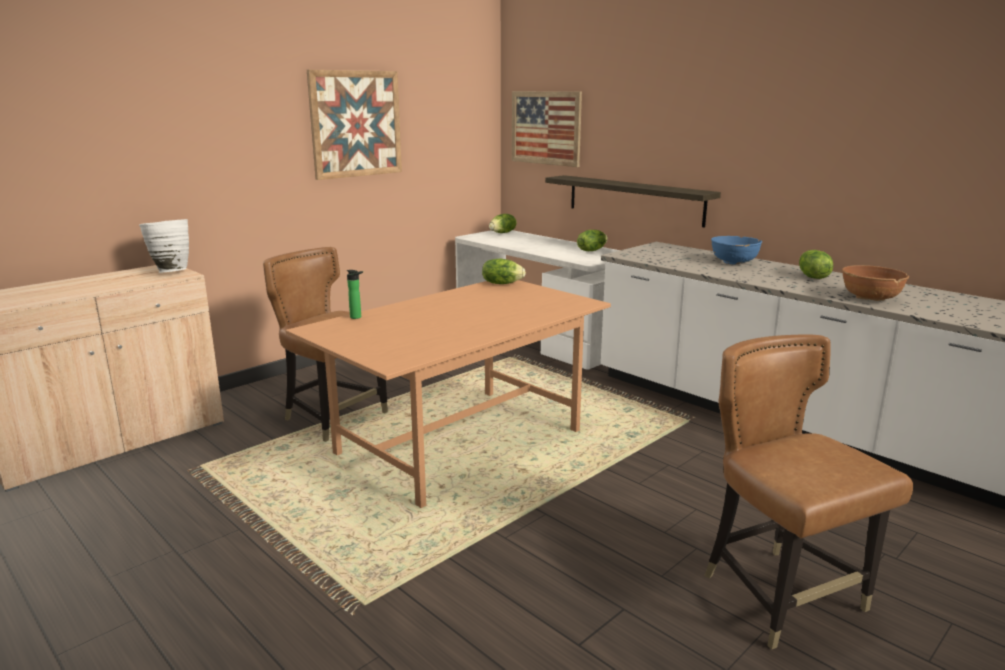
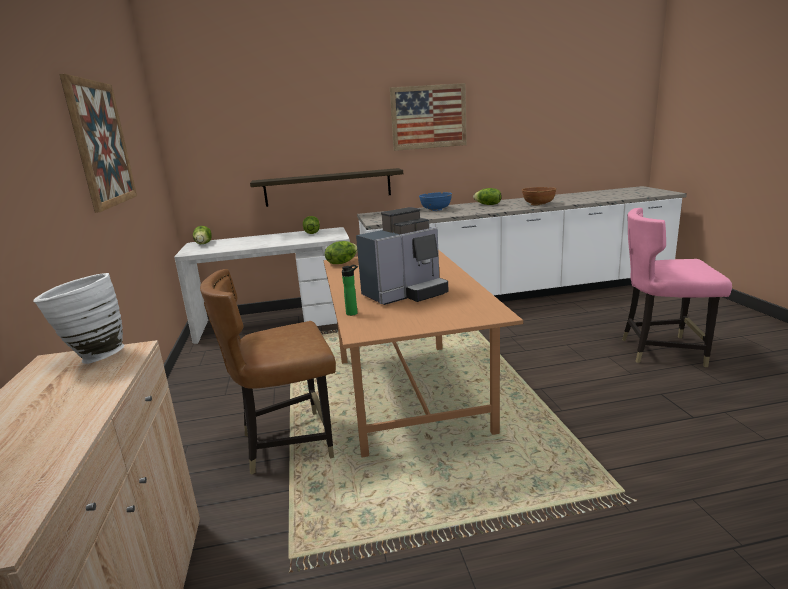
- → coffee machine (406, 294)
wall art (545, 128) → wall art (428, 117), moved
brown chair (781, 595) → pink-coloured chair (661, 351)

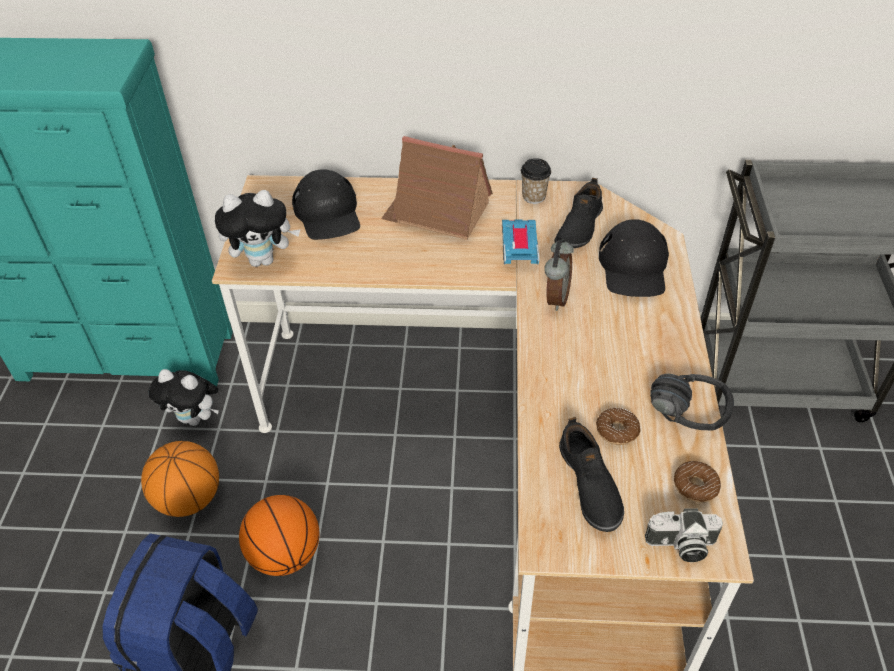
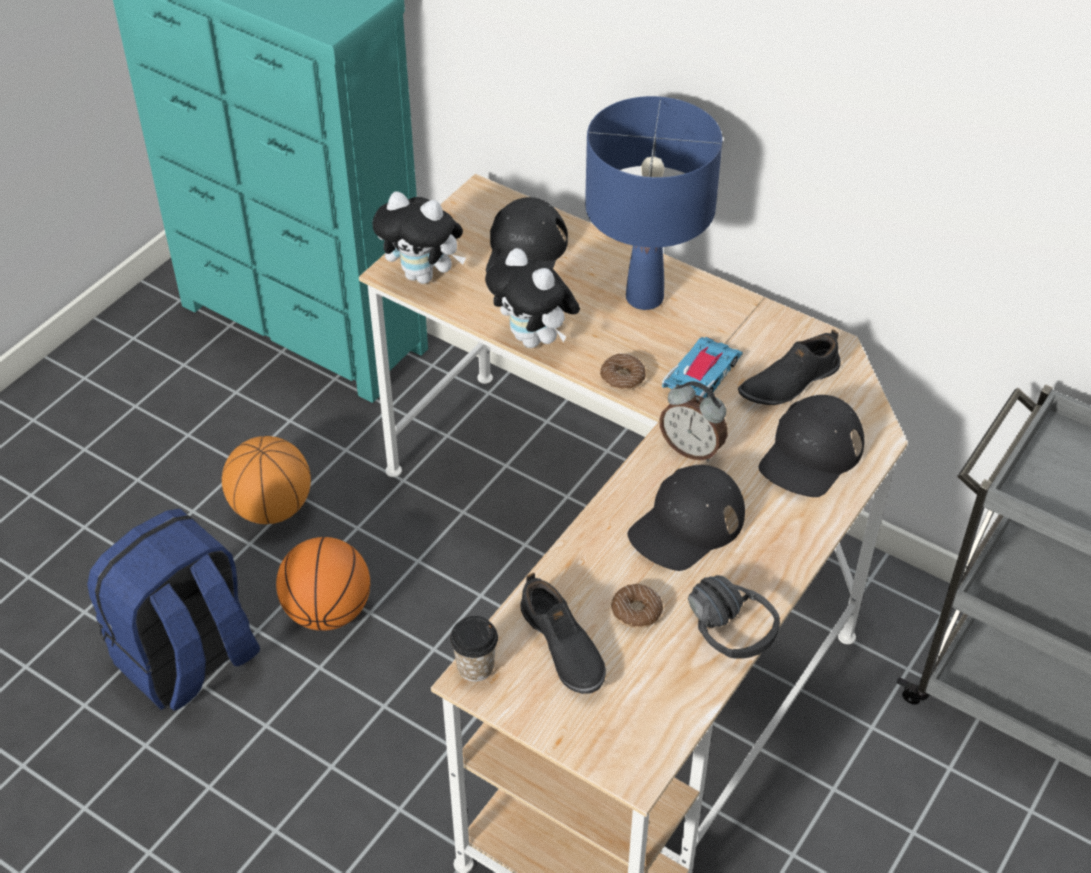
small cup (534, 197) → small cup (475, 667), moved
cuddly toy (195, 418) → cuddly toy (534, 340), moved
black-coloured shoe (588, 485) → black-coloured shoe (561, 647), 45 degrees counterclockwise
miniature house (437, 212) → blue-coloured lamp for a table (644, 298)
donut (695, 486) → donut (622, 378), moved
- → black-coloured baseball cap (687, 525)
alarm clock (555, 298) → alarm clock (692, 449), 75 degrees clockwise
photo camera (680, 546) → -

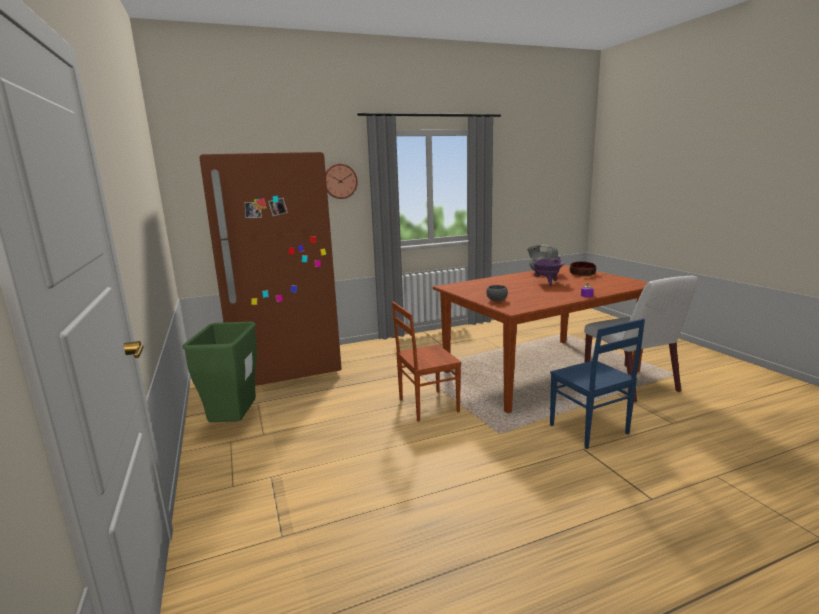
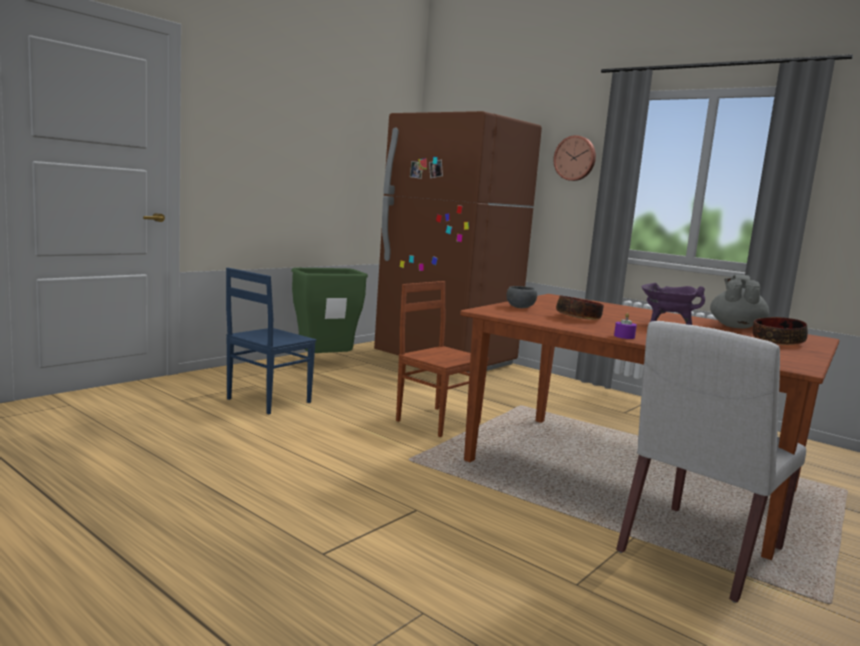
blue-coloured chair (589, 430) → blue-coloured chair (267, 400), moved
- → deep dish (578, 318)

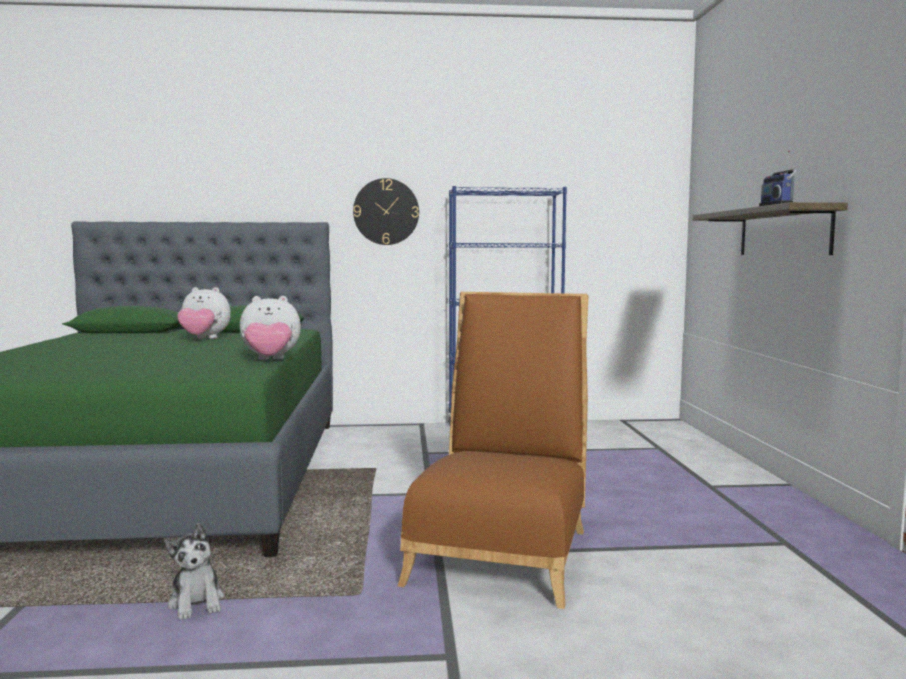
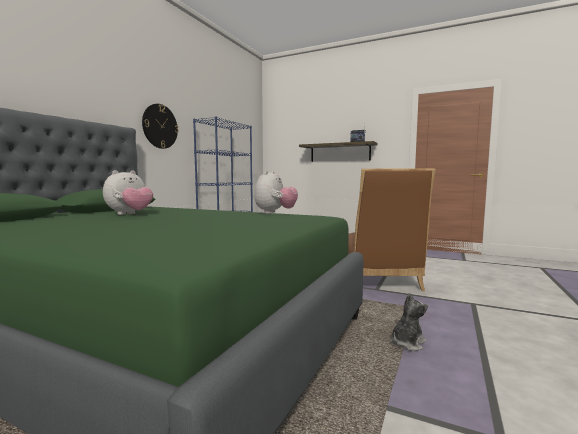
brown chair (502, 550) → brown chair (380, 280), 135 degrees counterclockwise
cuddly toy (197, 603) → cuddly toy (407, 343), 45 degrees counterclockwise

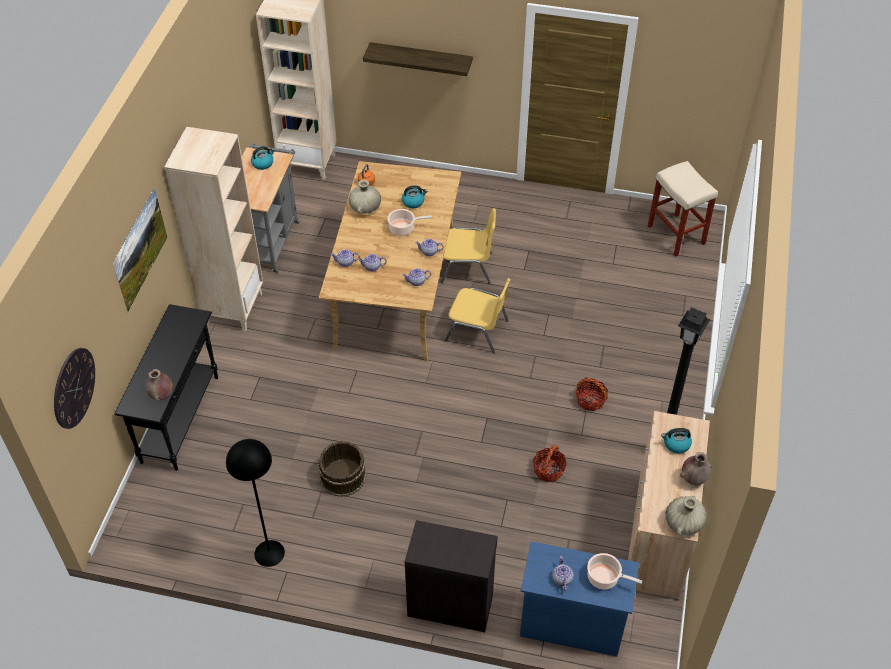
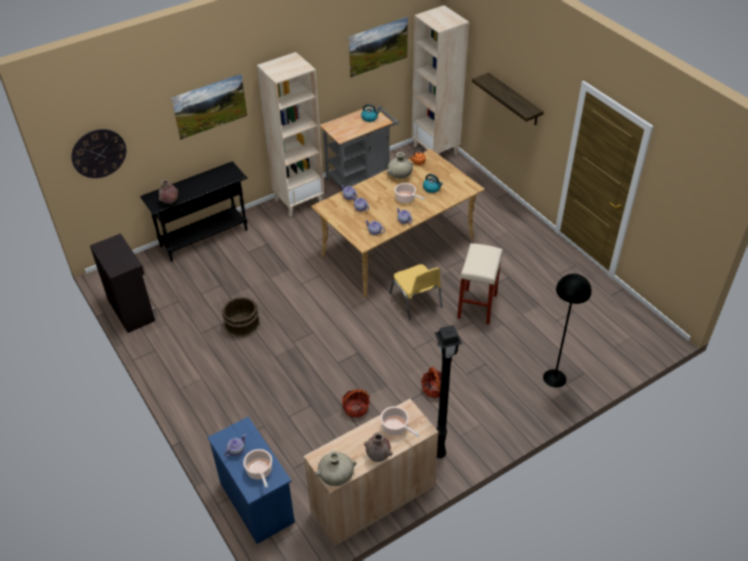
black-coloured cupboard (450, 603) → black-coloured cupboard (132, 309), moved
- → wall art (379, 57)
kettle (676, 444) → saucepot (396, 428)
beige stool seat (677, 235) → beige stool seat (477, 307), moved
black-coloured standard lamp (269, 553) → black-coloured standard lamp (554, 378), moved
yellowish chair (467, 267) → -

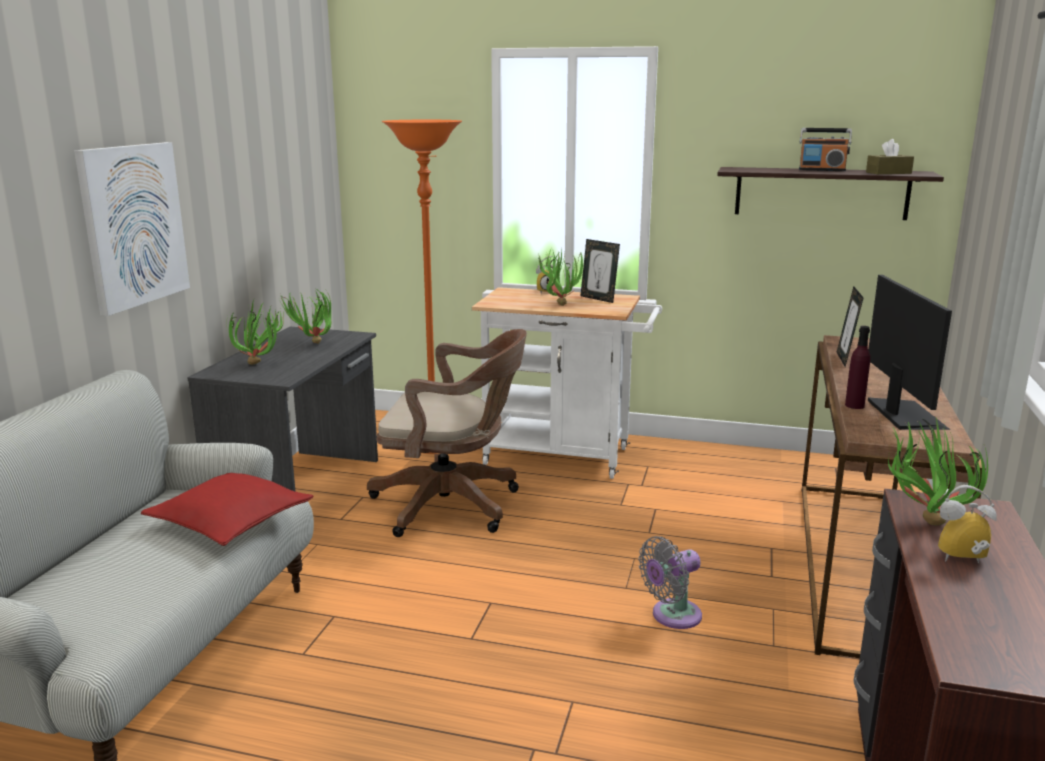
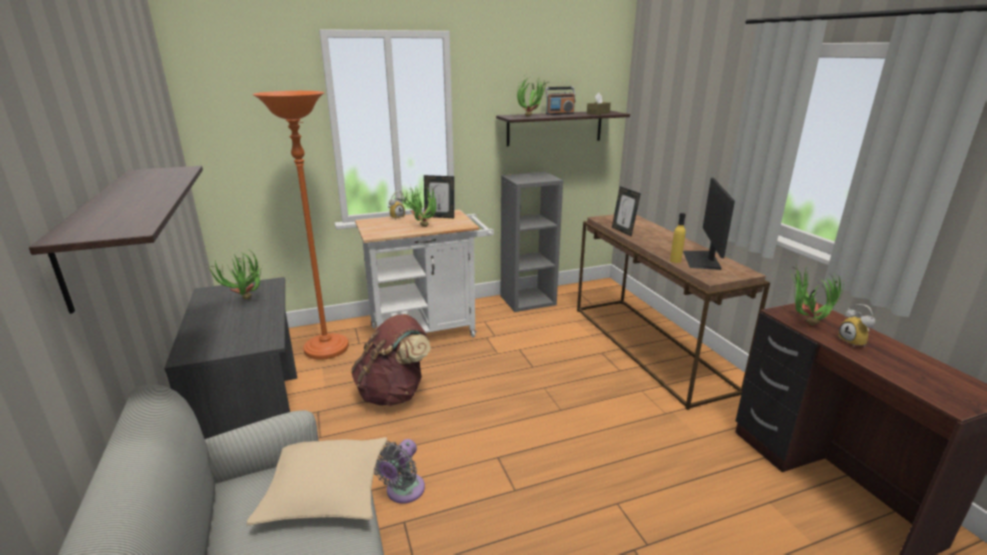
wall art (133, 225) → wall shelf (100, 232)
red-coloured throw pillow (231, 521) → beige throw pillow (326, 490)
brown computer chair (453, 505) → brown rucksack (394, 393)
grey cooling fan (672, 616) → grey cooling fan (403, 491), moved
- → grey bookcase (528, 300)
houseplant (261, 365) → houseplant (532, 116), moved
purple bottle (854, 405) → yellowish bottle (675, 260)
computer display (904, 414) → computer display (702, 260), 135 degrees counterclockwise
alarm clock (963, 561) → alarm clock (855, 343), 75 degrees counterclockwise

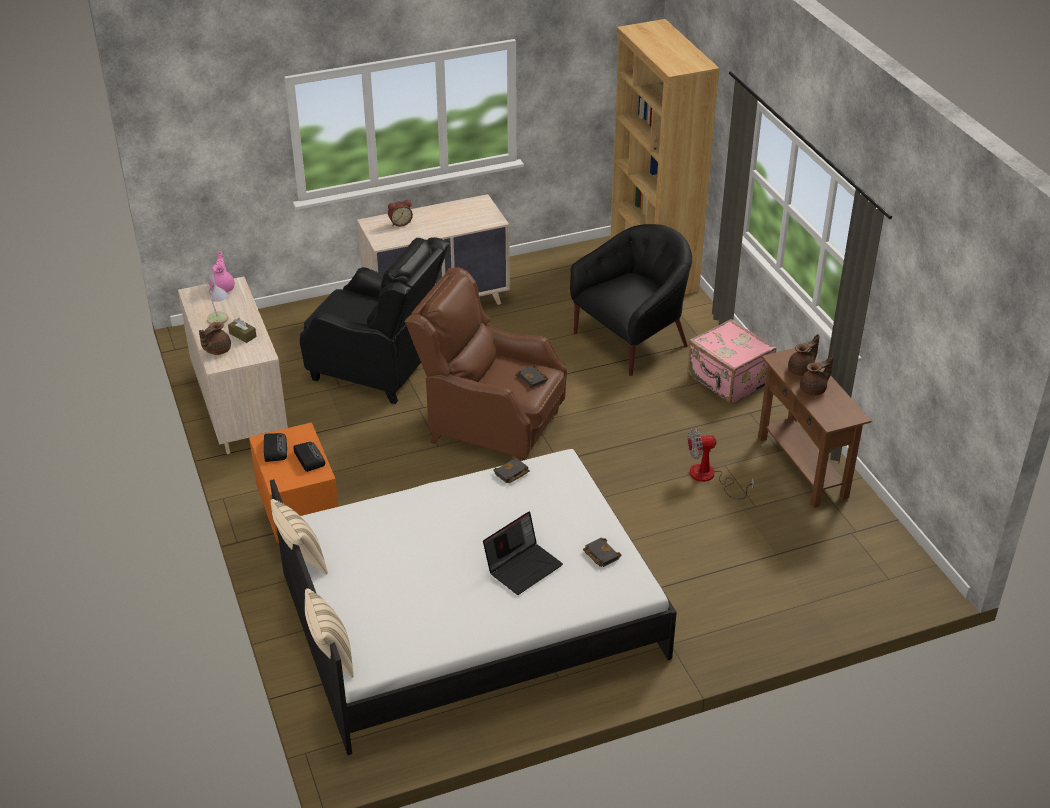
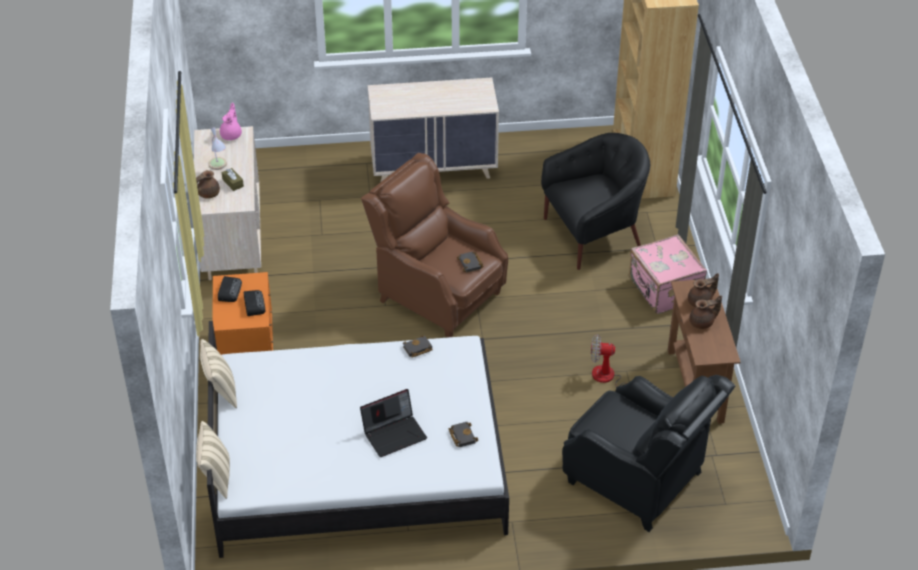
black-coloured lounge chair (378, 367) → black-coloured lounge chair (638, 480), moved
alarm clock (400, 223) → -

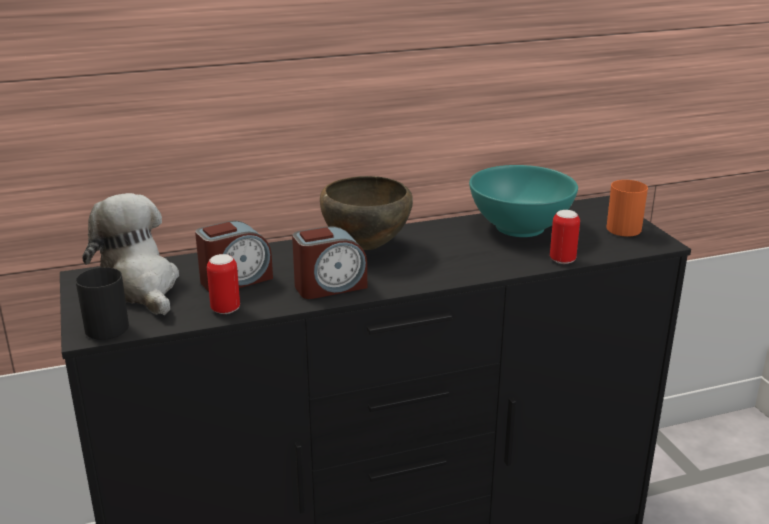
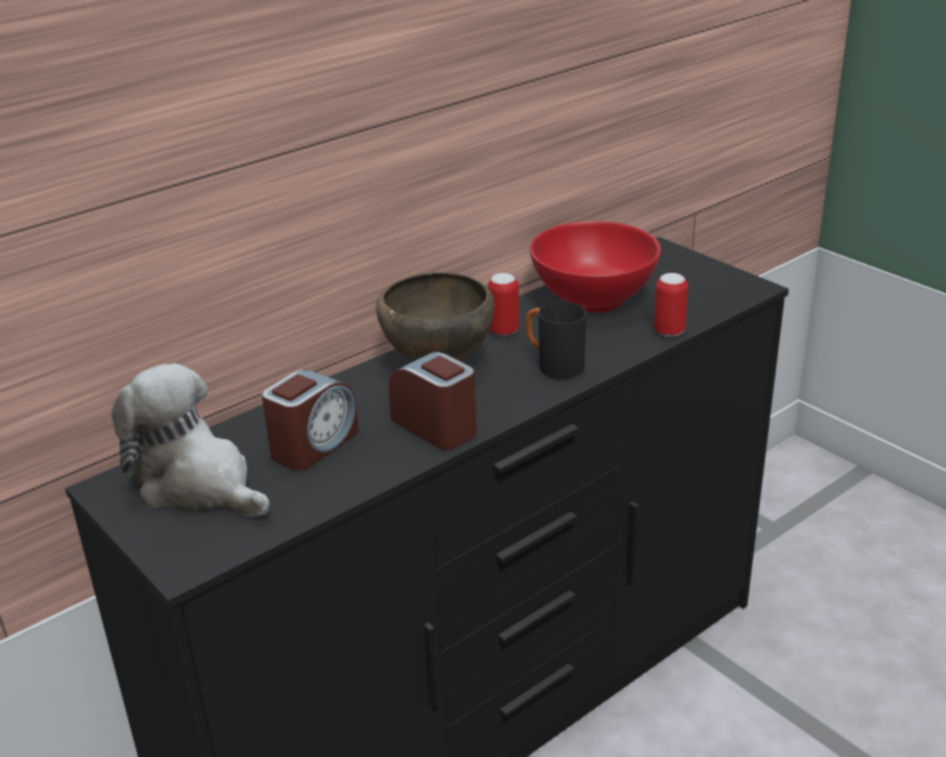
alarm clock (330, 286) → alarm clock (436, 426), 90 degrees counterclockwise
sealed can (225, 309) → sealed can (504, 331), moved
black-coloured coffee mug (104, 325) → black-coloured coffee mug (553, 365), moved
turquoise deep dish (519, 227) → red-coloured deep dish (592, 299)
orange coffee mug (624, 227) → -

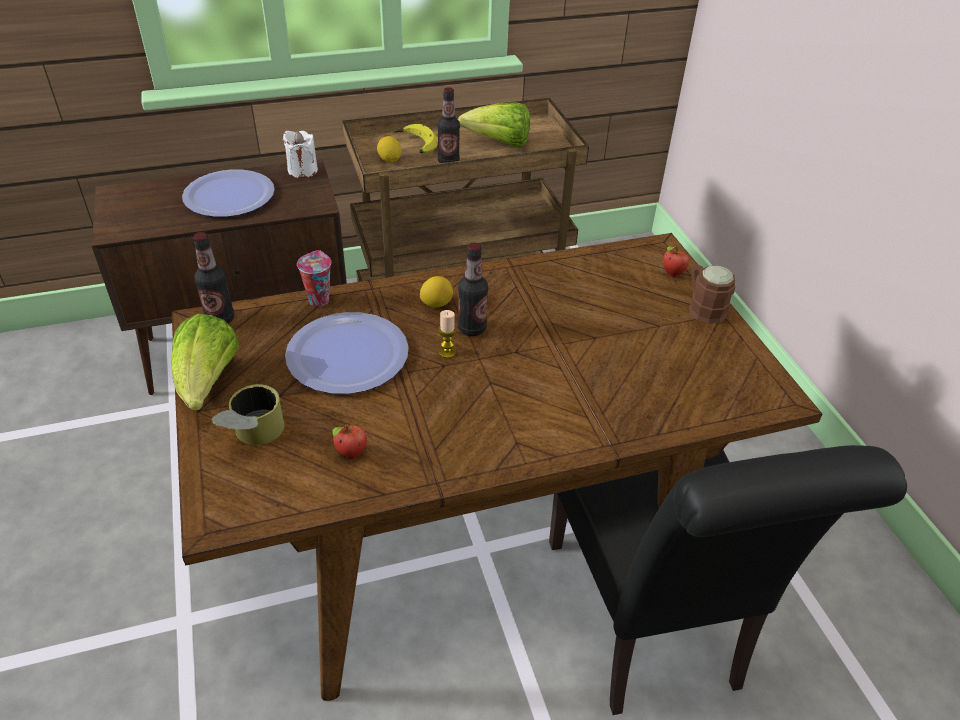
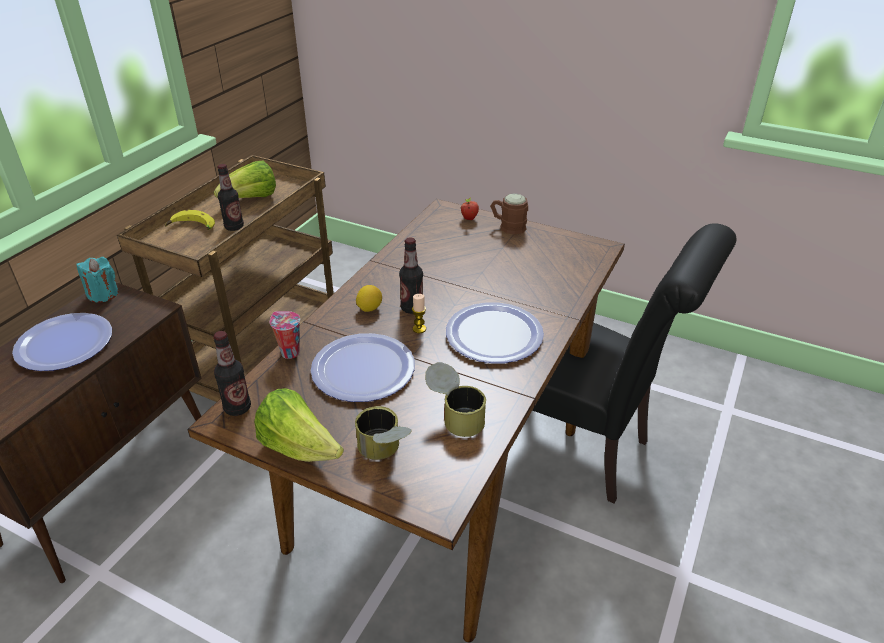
white-coloured wax candle (302, 170) → turquoise wax candle (103, 294)
apple fruit (351, 454) → sealed can (455, 415)
- → plate (494, 334)
whole lemon (389, 160) → -

